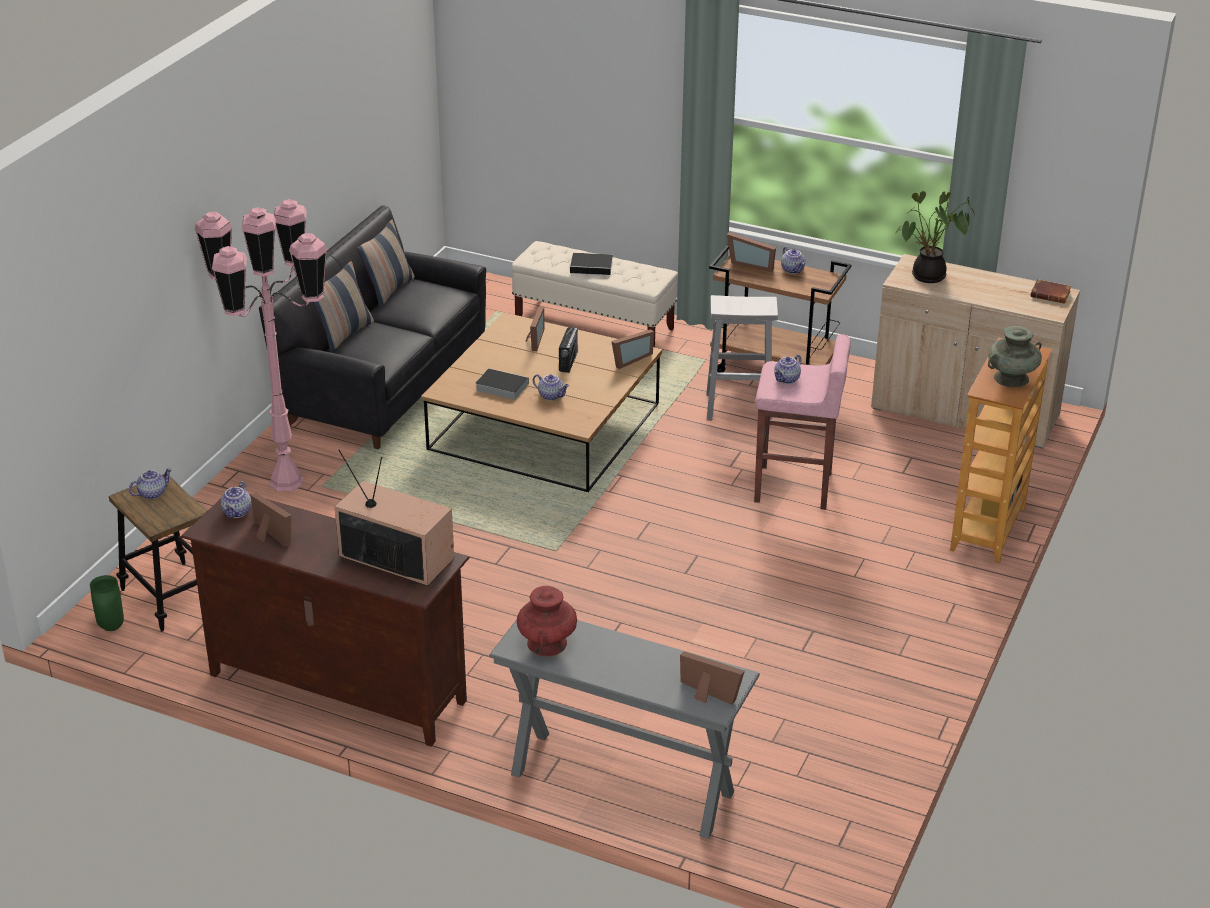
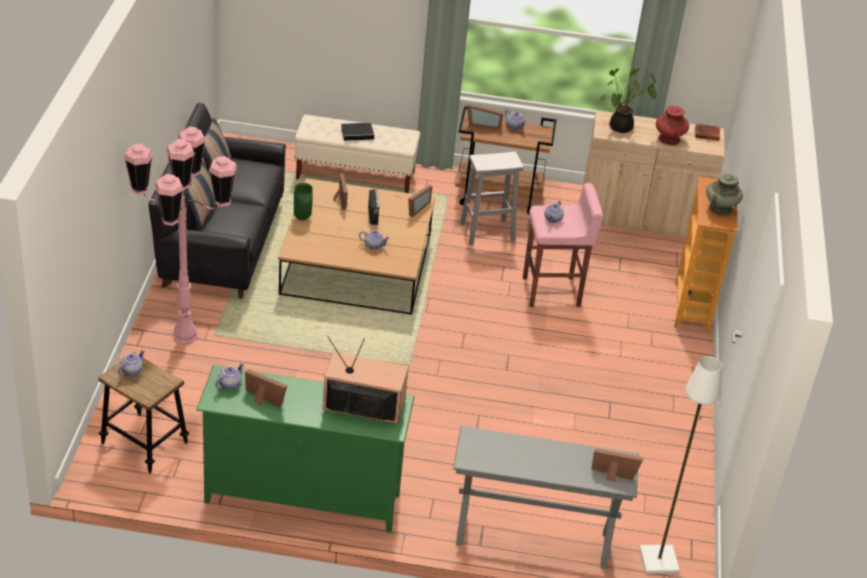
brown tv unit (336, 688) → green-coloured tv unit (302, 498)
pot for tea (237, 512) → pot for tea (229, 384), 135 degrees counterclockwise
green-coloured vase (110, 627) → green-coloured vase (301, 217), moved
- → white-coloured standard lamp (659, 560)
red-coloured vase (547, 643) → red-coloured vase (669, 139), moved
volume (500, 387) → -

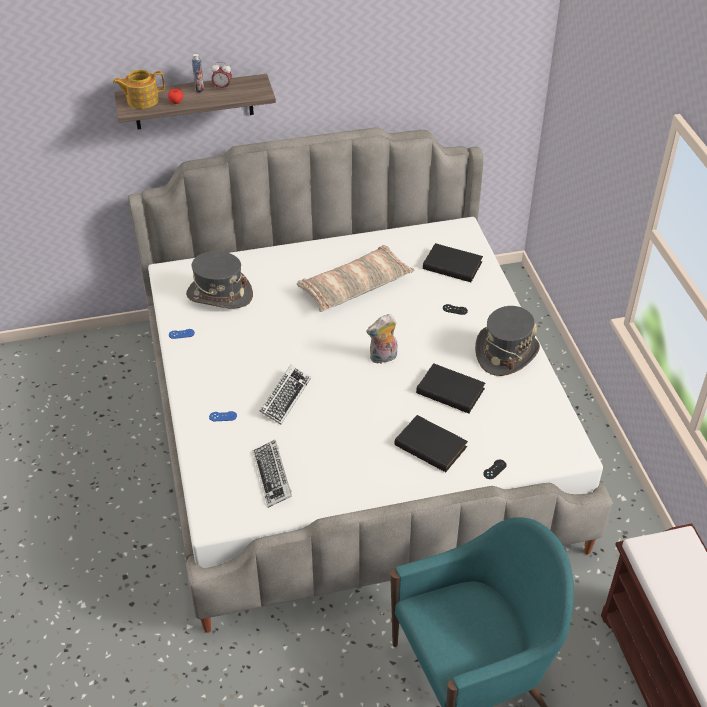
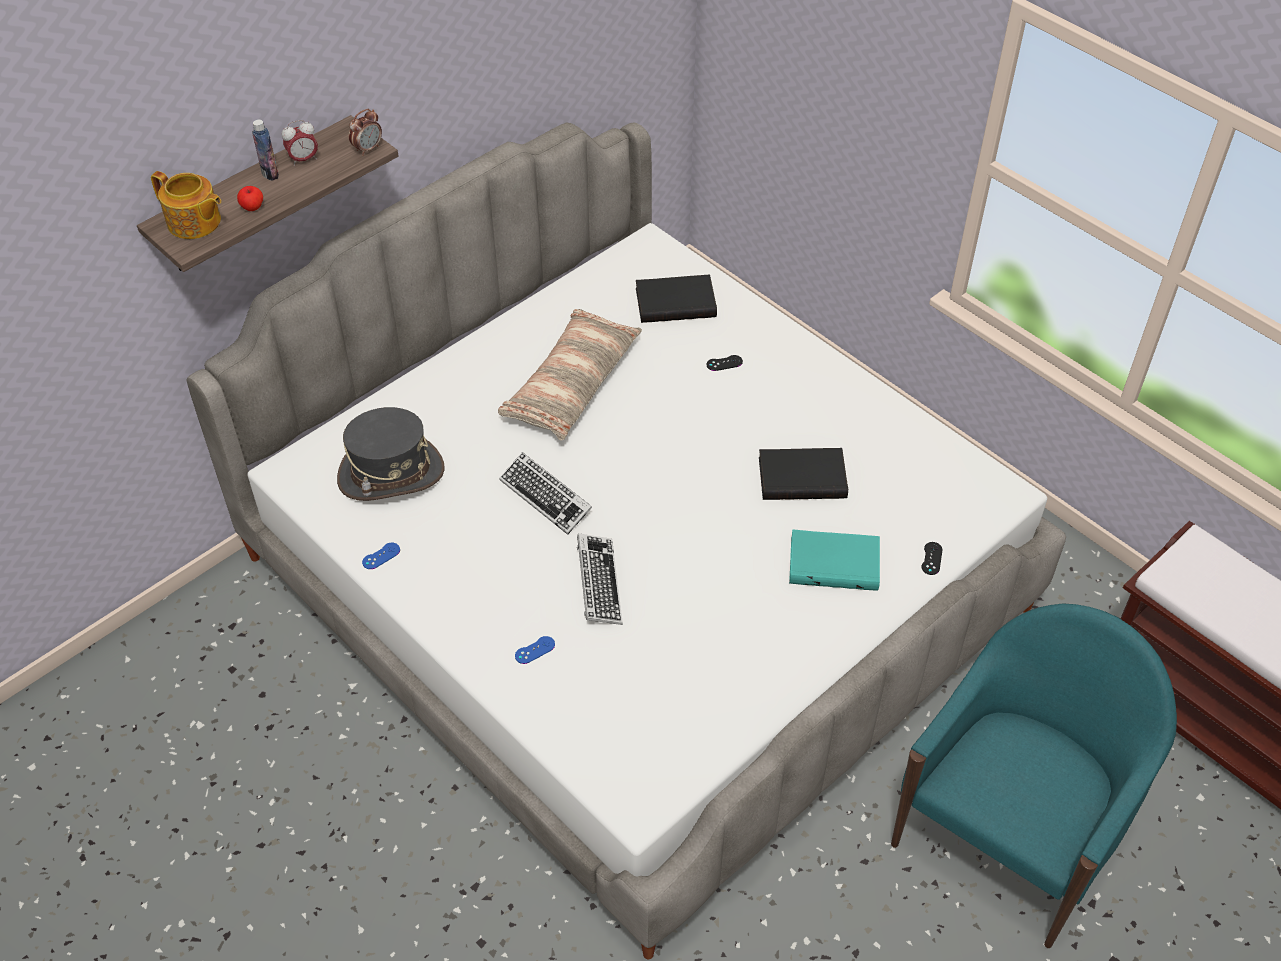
pot for tea (142, 100) → pot for tea (194, 223), 105 degrees counterclockwise
- → alarm clock (368, 149)
keyboard (272, 476) → keyboard (546, 497), moved
black-coloured volume (432, 445) → turquoise volume (834, 562)
cuddly toy (383, 358) → -
grey wearable hat (506, 352) → -

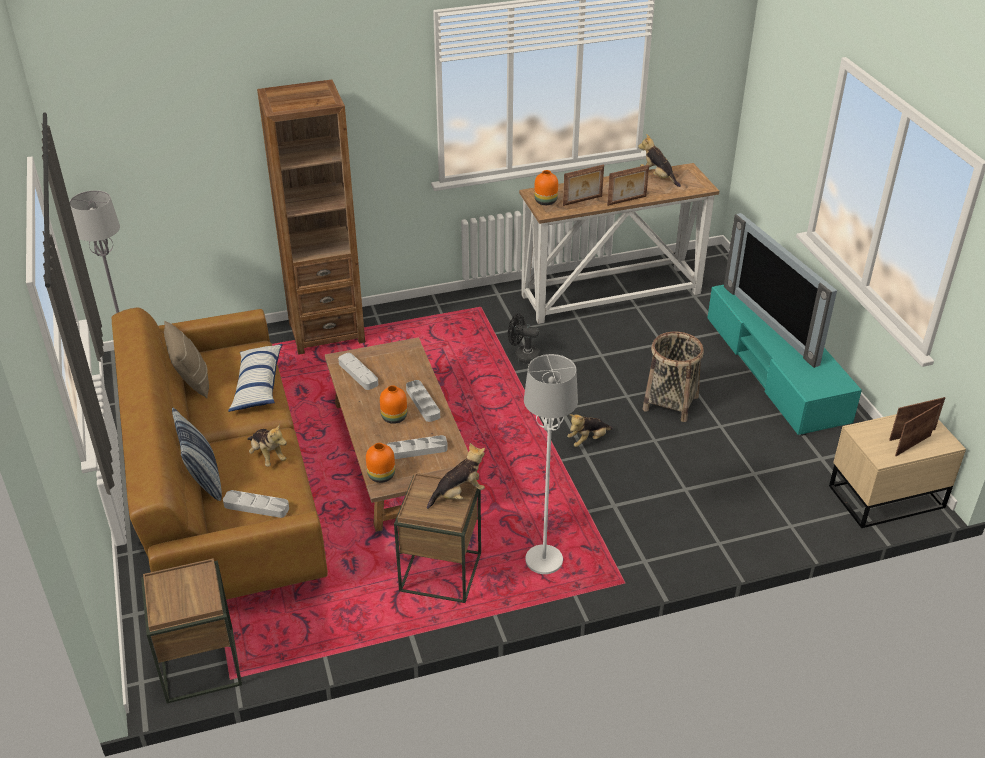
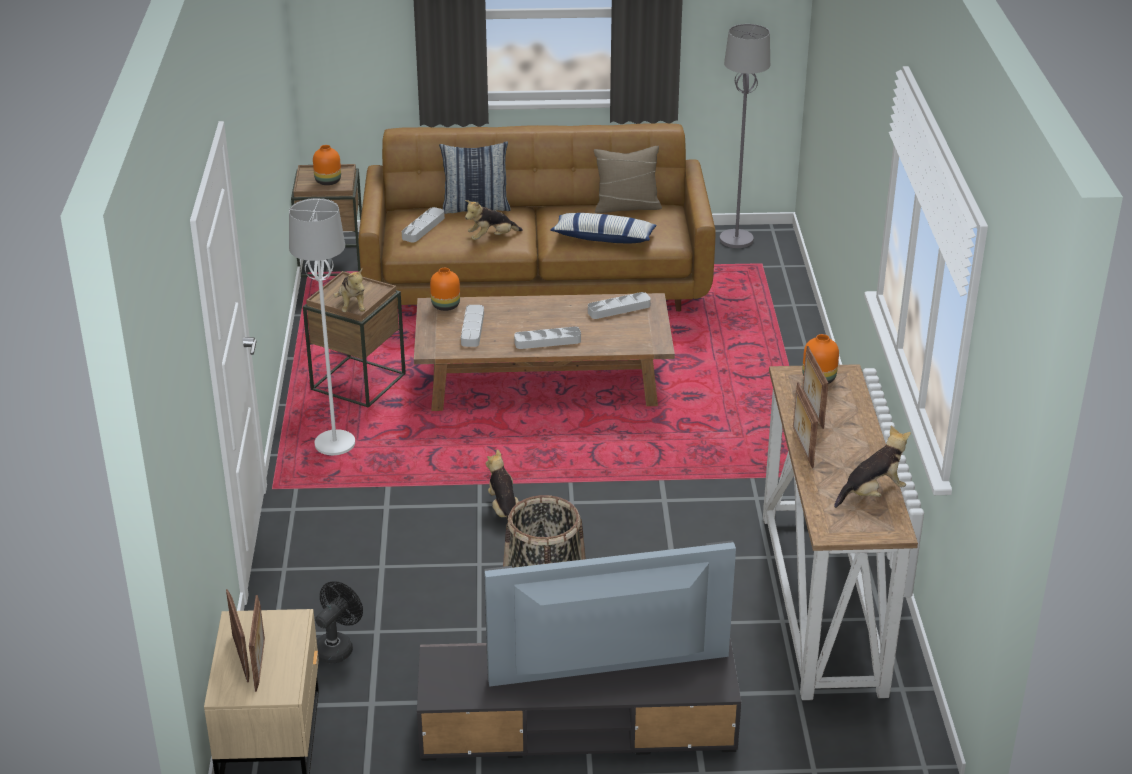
orange vase (393, 418) → orange vase (328, 181), moved
black-coloured cooling fan (523, 356) → black-coloured cooling fan (337, 647), moved
turquoise tv unit (775, 369) → grey tv unit (577, 723)
brown bookcase (326, 332) → -

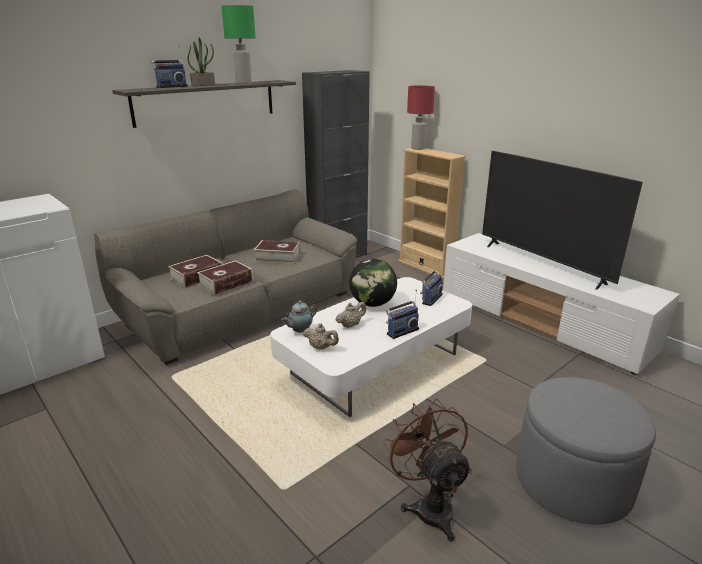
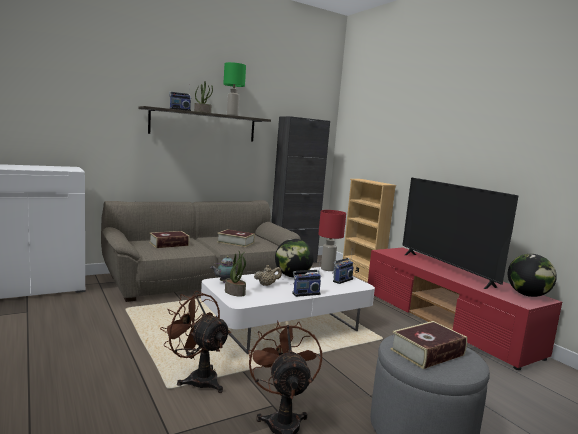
- → brown cooling fan (197, 378)
beige pot for tea (321, 347) → houseplant (235, 292)
red-coloured lamp for a table (418, 148) → red-coloured lamp for a table (327, 269), moved
white-coloured tv unit (542, 322) → red-coloured tv unit (446, 323)
volume (226, 283) → volume (427, 352), moved
- → desk globe (527, 295)

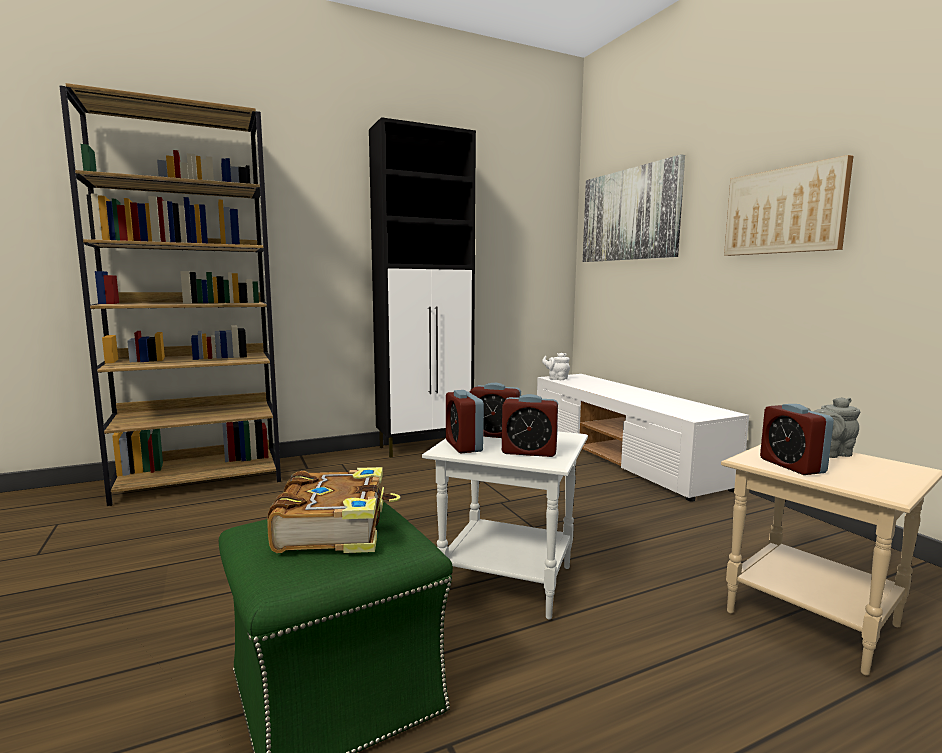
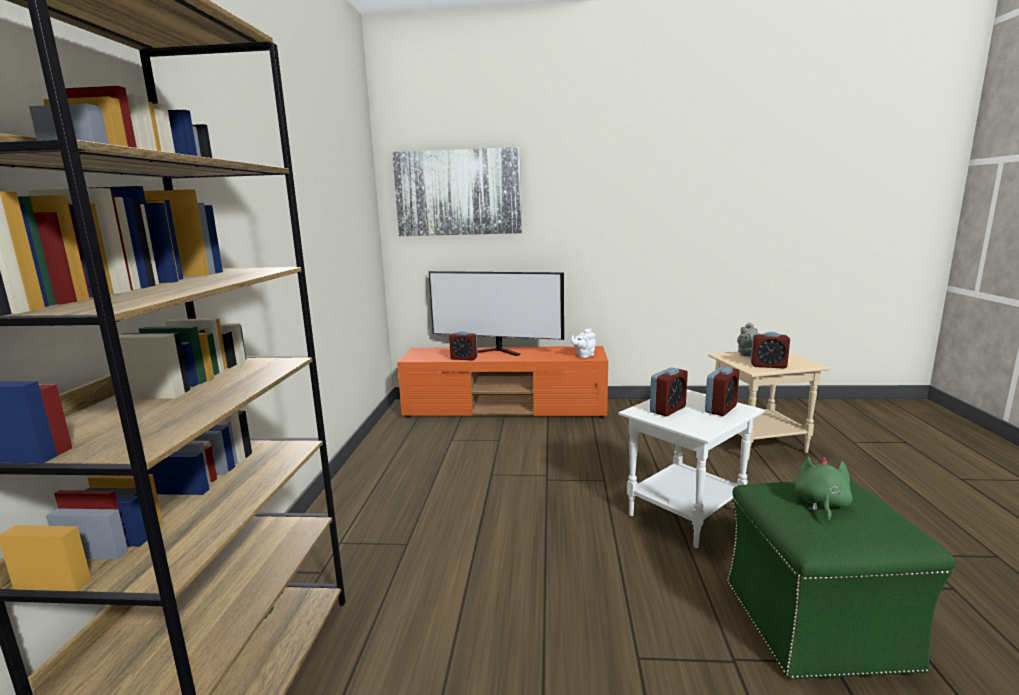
white-coloured tv unit (623, 458) → orange tv unit (506, 409)
- → television (498, 352)
alarm clock (463, 446) → alarm clock (464, 358), moved
white-coloured pot for tea (556, 379) → white-coloured pot for tea (583, 356), moved
volume (335, 527) → green-coloured cuddly toy (821, 504)
black-coloured cupboard (426, 447) → -
wall art (784, 211) → -

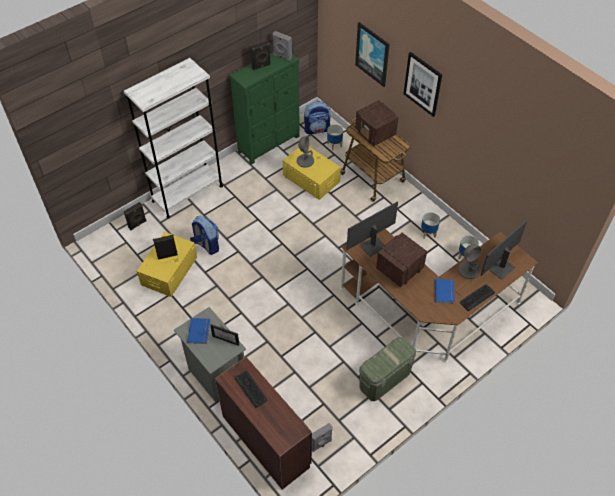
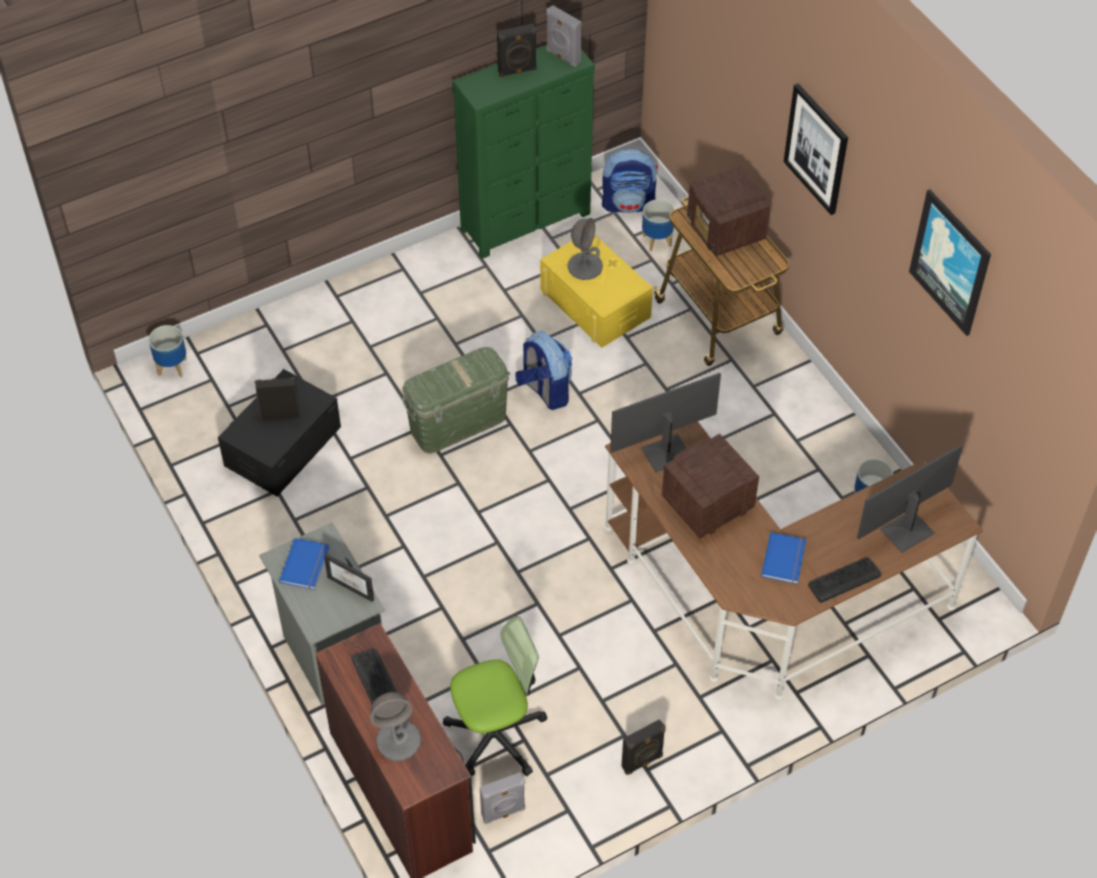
planter (428, 233) → planter (173, 367), moved
yellowish storage bin (169, 271) → black-coloured storage bin (282, 446)
grey lamp for a table (469, 270) → grey lamp for a table (399, 741), moved
green-coloured storage bin (384, 379) → green-coloured storage bin (458, 423), moved
- → computer chair (496, 735)
rucksack (206, 245) → rucksack (544, 391), moved
black-coloured loudspeaker (137, 224) → black-coloured loudspeaker (642, 762), moved
wall art (372, 54) → wall art (951, 262), moved
white-coloured bookcase (187, 193) → -

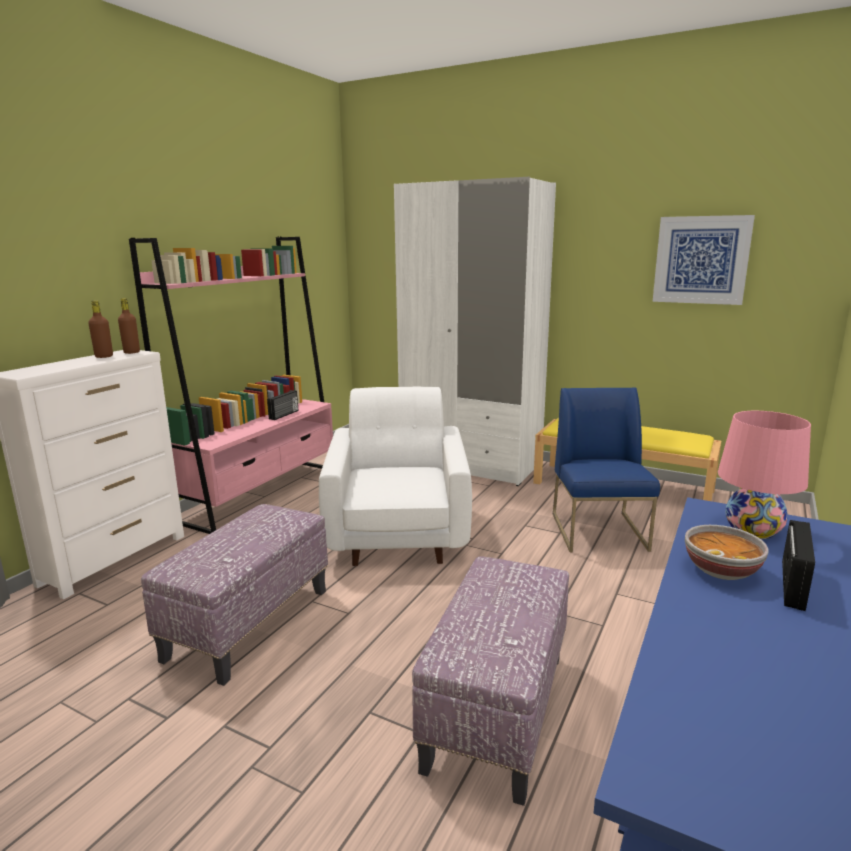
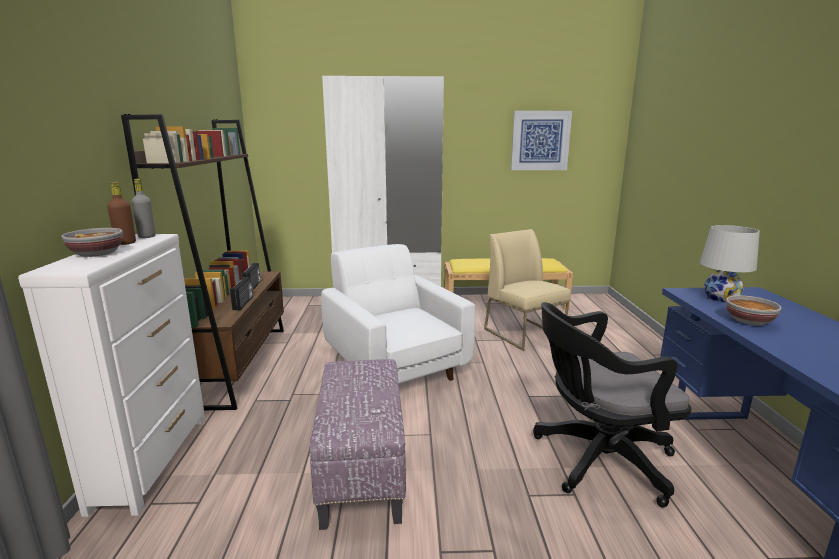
- → deep dish (97, 254)
pink-coloured bookcase (260, 493) → brown bookcase (237, 364)
brown bottle (132, 352) → grey bottle (147, 236)
radio receiver (795, 585) → radio receiver (243, 303), moved
blue-coloured chair (599, 532) → beige chair (524, 334)
footrest (495, 708) → black-coloured computer chair (596, 460)
pink-coloured lamp for a table (753, 529) → white-coloured lamp for a table (721, 298)

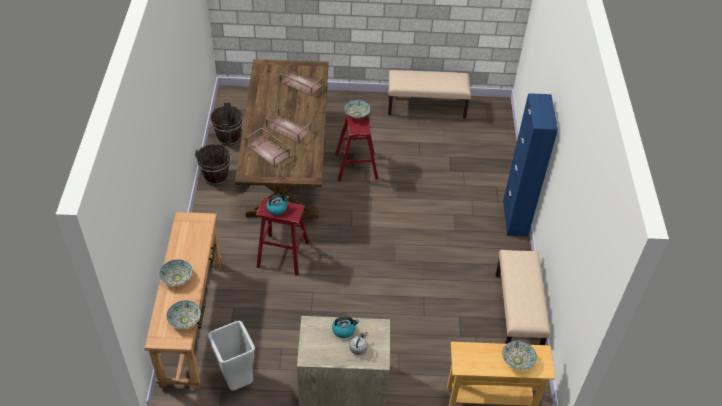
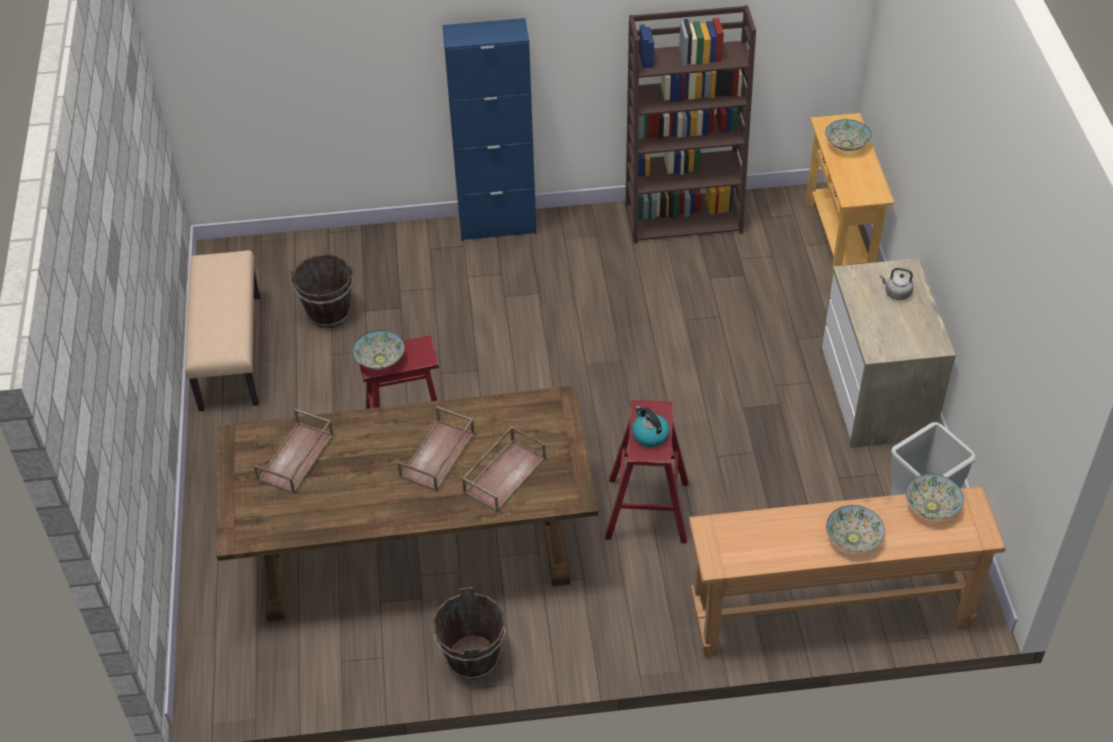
brown water bucket (229, 138) → brown water bucket (329, 312), moved
beige long seat (517, 313) → brown bookcase (684, 217)
kettle (344, 330) → -

